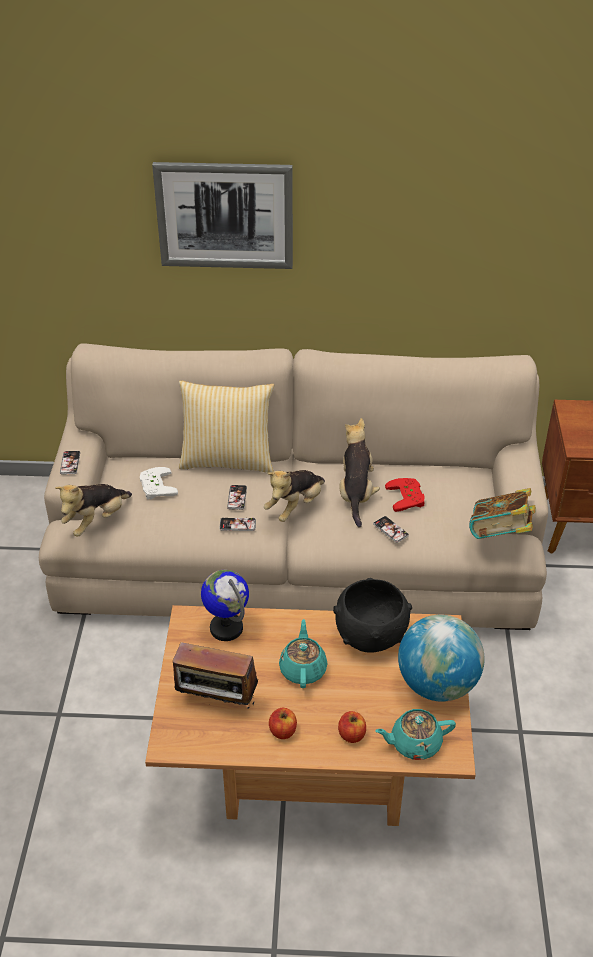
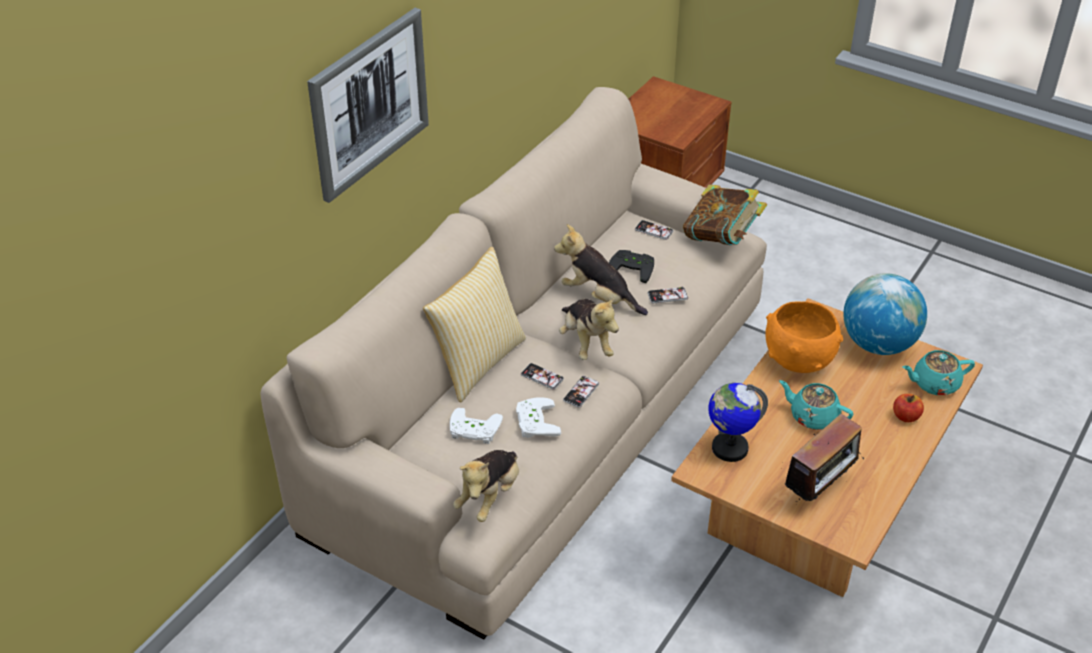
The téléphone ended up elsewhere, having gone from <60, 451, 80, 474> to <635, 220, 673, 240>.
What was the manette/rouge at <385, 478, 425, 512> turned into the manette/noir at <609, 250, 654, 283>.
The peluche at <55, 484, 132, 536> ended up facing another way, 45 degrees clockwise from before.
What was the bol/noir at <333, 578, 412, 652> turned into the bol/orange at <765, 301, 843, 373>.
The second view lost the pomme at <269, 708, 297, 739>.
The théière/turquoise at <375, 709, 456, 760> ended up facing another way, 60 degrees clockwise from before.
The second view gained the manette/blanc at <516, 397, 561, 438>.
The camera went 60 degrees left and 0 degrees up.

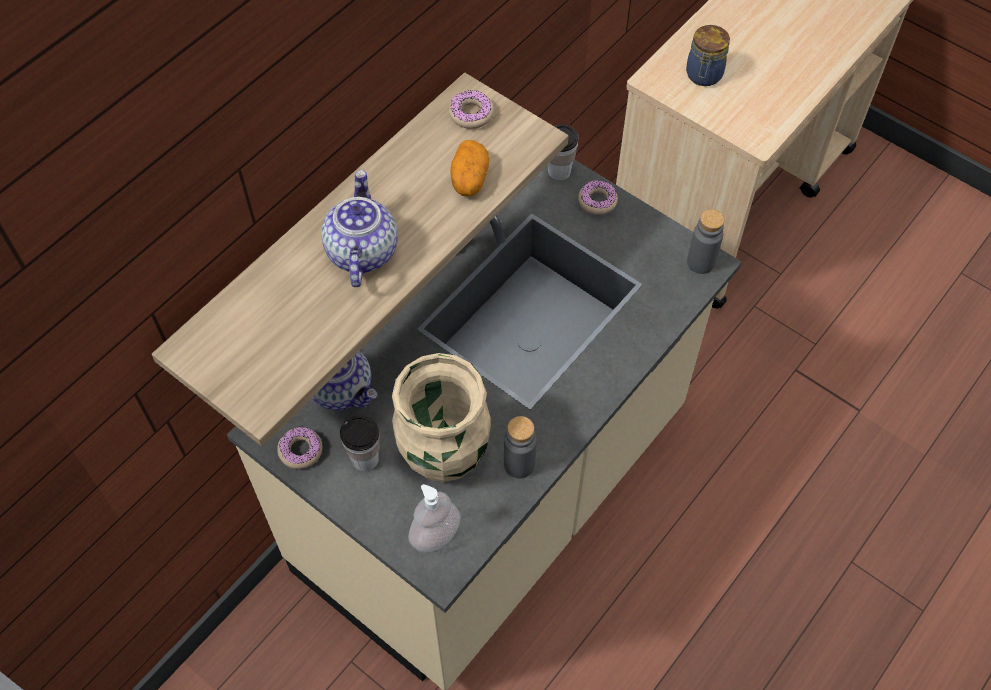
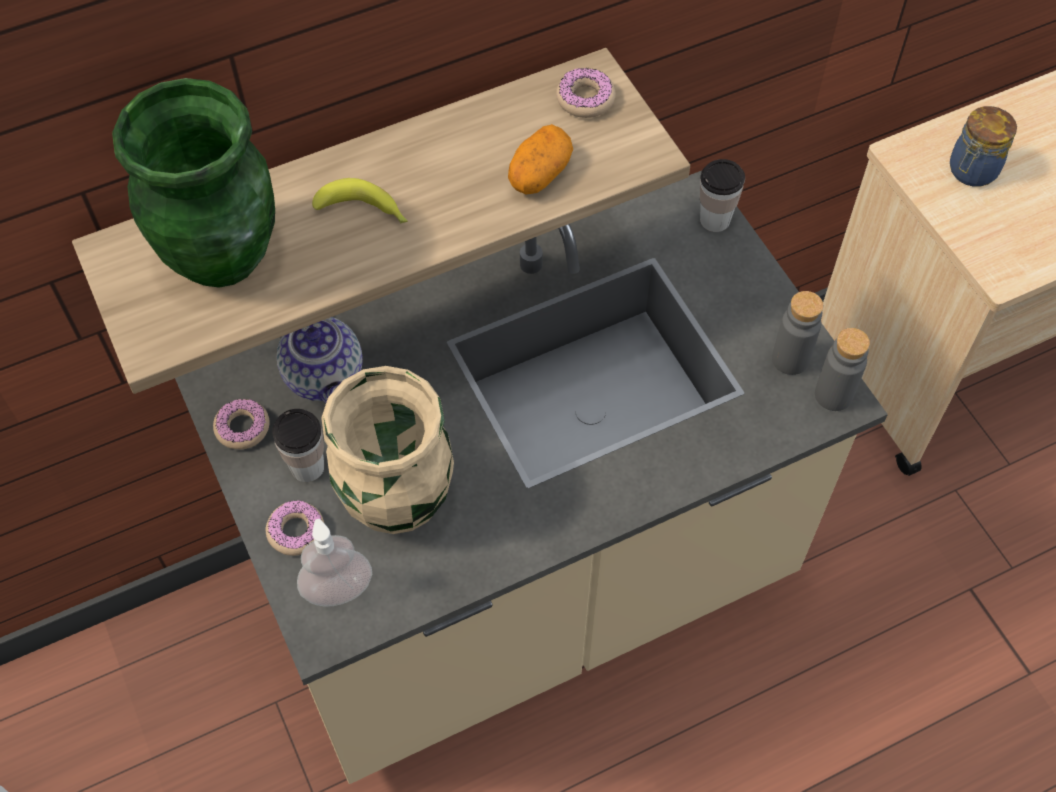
Where the théière stood at <321, 170, 398, 287>, the banane came to stand at <312, 178, 408, 223>.
The beignet ended up elsewhere, having gone from <578, 180, 618, 215> to <266, 500, 324, 556>.
The bouteille/gris ended up elsewhere, having gone from <504, 416, 537, 479> to <772, 291, 823, 375>.
The second view gained the vase/vert at <112, 78, 275, 288>.
The camera went 25 degrees right and 0 degrees up.

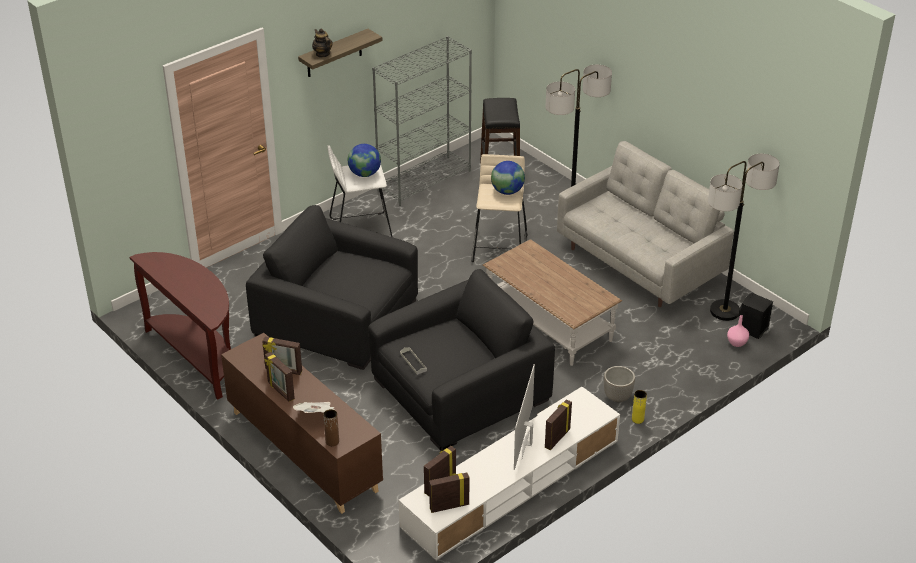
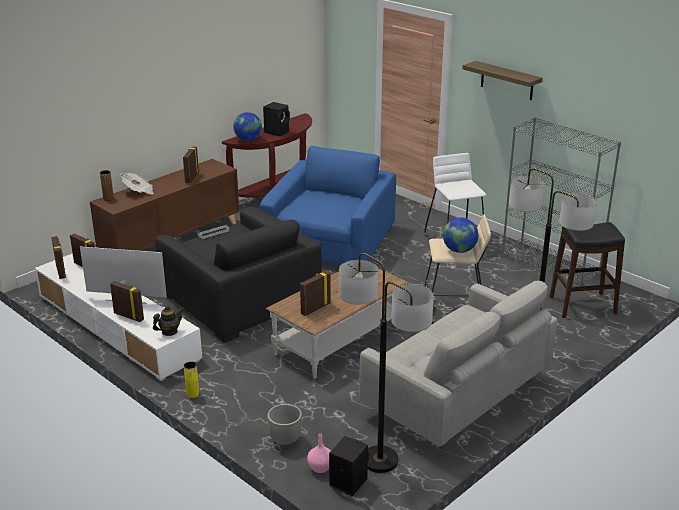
The théière ended up elsewhere, having gone from <312, 28, 332, 58> to <153, 305, 183, 336>.
The globe ended up elsewhere, having gone from <348, 144, 381, 177> to <233, 112, 262, 141>.
What was the fauteuil/noir at <246, 205, 418, 370> turned into the fauteuil/bleu at <260, 146, 396, 265>.
The cadre photo ended up elsewhere, having gone from <264, 352, 295, 402> to <300, 271, 331, 316>.
The cache-pot ended up elsewhere, having gone from <604, 366, 635, 402> to <267, 404, 302, 445>.
The second view gained the enceinte/noir at <263, 102, 290, 136>.
The camera went 85 degrees right and 10 degrees down.

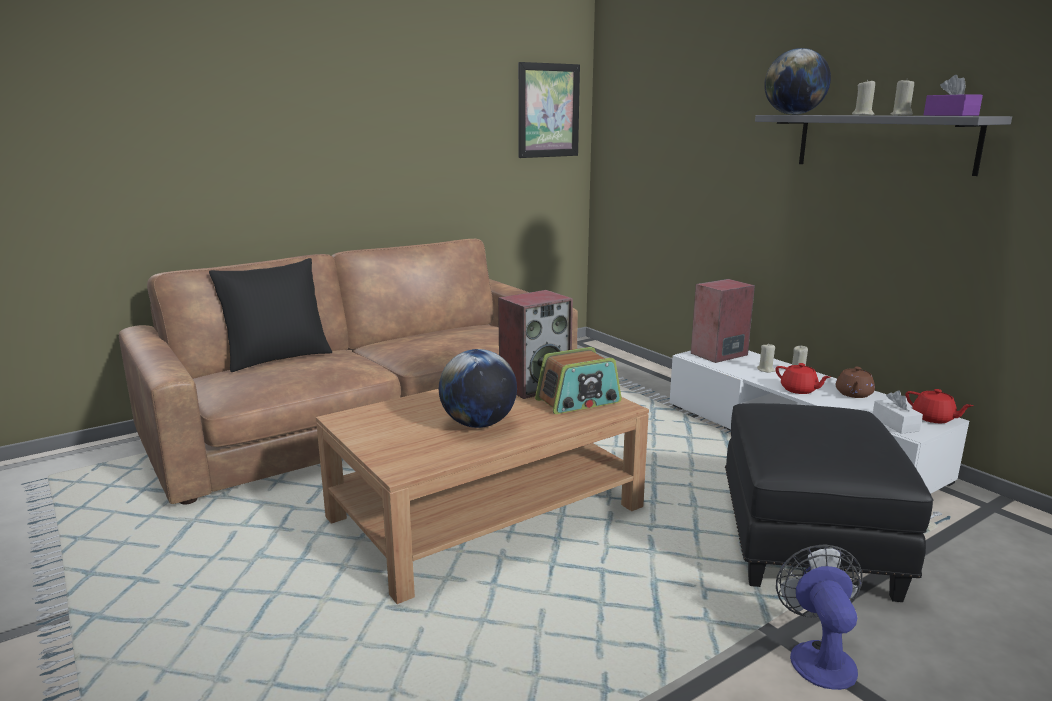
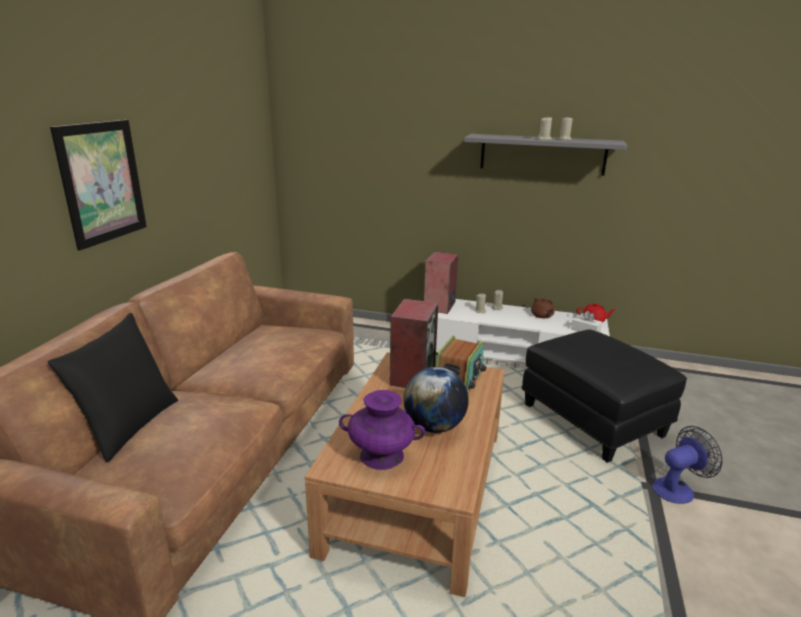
The second view lost the globe at <764, 48, 831, 115>.
The tableau ended up elsewhere, having gone from <518, 62, 580, 158> to <50, 120, 147, 251>.
The second view lost the boîte à mouchoirs/violet at <924, 75, 983, 116>.
The second view lost the théière/rouge at <776, 363, 830, 394>.
The ventilateur at <776, 545, 863, 690> ended up facing another way, 105 degrees clockwise from before.
The second view gained the vase/violet at <339, 390, 425, 470>.
The camera went 40 degrees left and 5 degrees up.

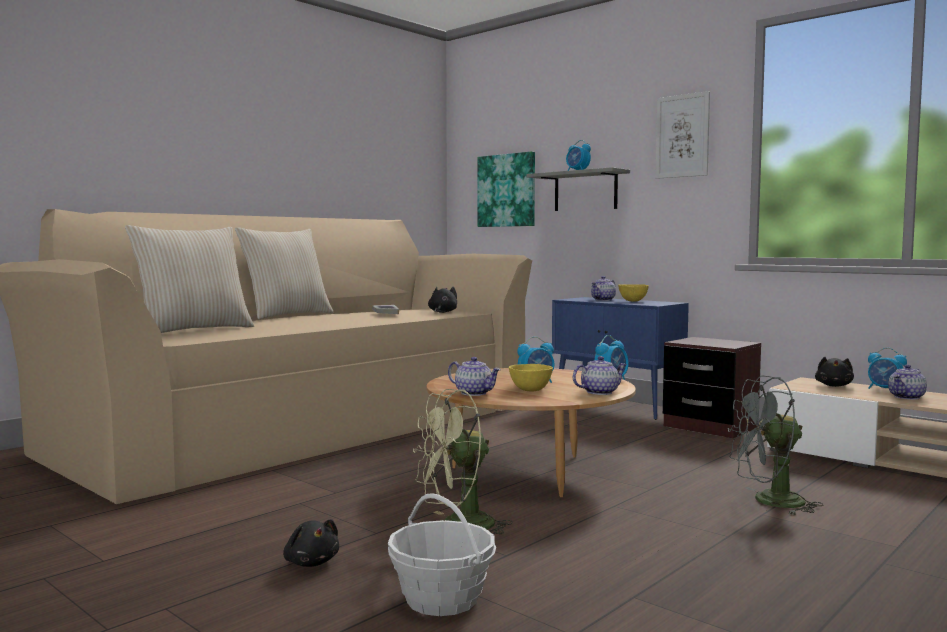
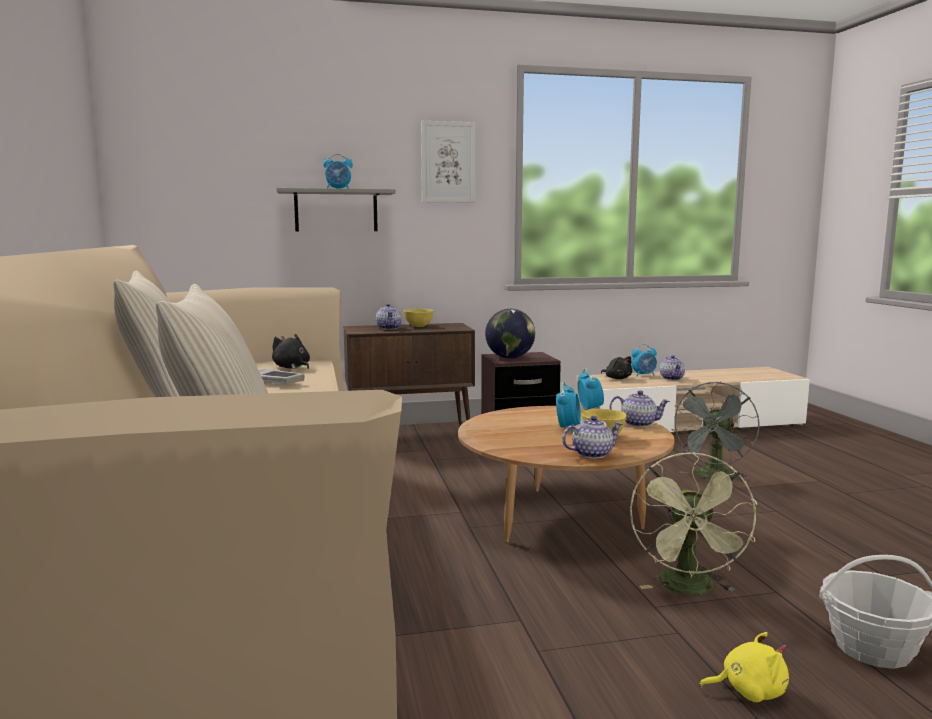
The second view lost the tableau at <477, 151, 535, 227>.
What was the meuble de rangement/bleu at <552, 297, 689, 420> turned into the meuble de rangement/marron at <344, 323, 475, 424>.
The théière at <573, 356, 627, 395> ended up facing another way, 90 degrees clockwise from before.
What was the peluche/noir at <283, 520, 339, 567> turned into the peluche/jaune at <699, 632, 789, 702>.
The second view gained the globe at <485, 309, 535, 359>.
The camera went 55 degrees left and 5 degrees up.

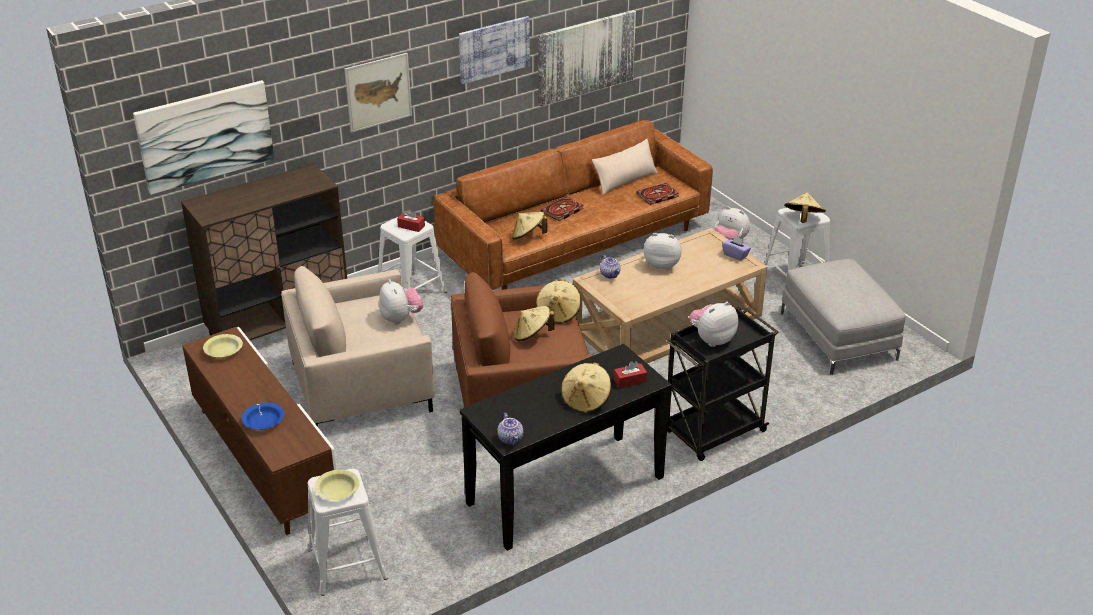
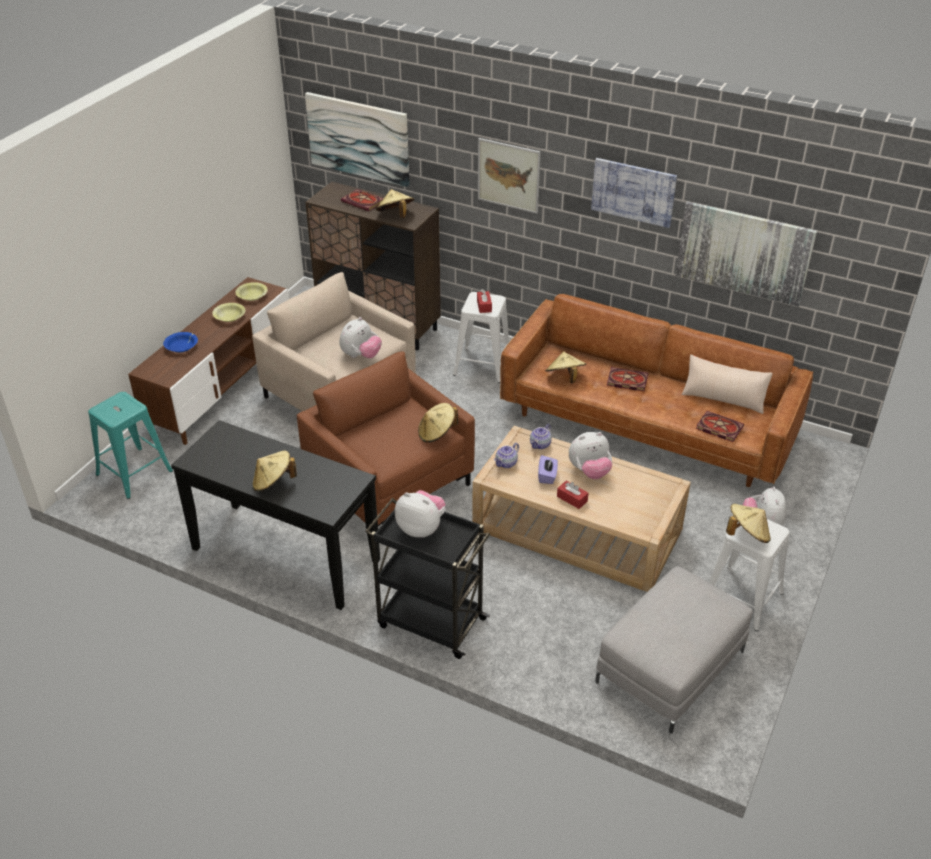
The peluche at <644, 233, 682, 270> ended up facing another way, 90 degrees clockwise from before.
The boîte à mouchoirs/violet ended up elsewhere, having gone from <722, 236, 751, 261> to <538, 455, 558, 484>.
The chapeau/beige ended up elsewhere, having gone from <513, 306, 555, 341> to <376, 189, 414, 218>.
The boîte à mouchoirs/rouge ended up elsewhere, having gone from <614, 361, 647, 388> to <557, 481, 588, 509>.
The théière ended up elsewhere, having gone from <497, 413, 523, 445> to <494, 443, 519, 468>.
What was the tabouret/blanc at <307, 468, 388, 596> turned into the tabouret/turquoise at <88, 392, 173, 499>.
The bol/jaune ended up elsewhere, having gone from <314, 470, 359, 500> to <212, 303, 246, 322>.
The second view gained the livre at <341, 189, 384, 211>.
The camera went 60 degrees right and 5 degrees up.

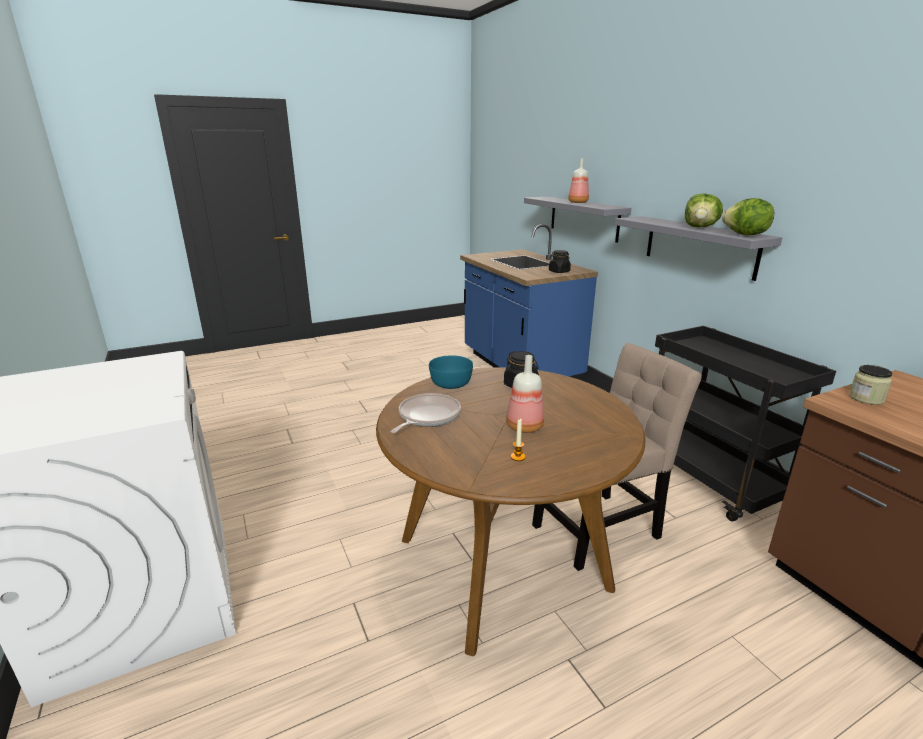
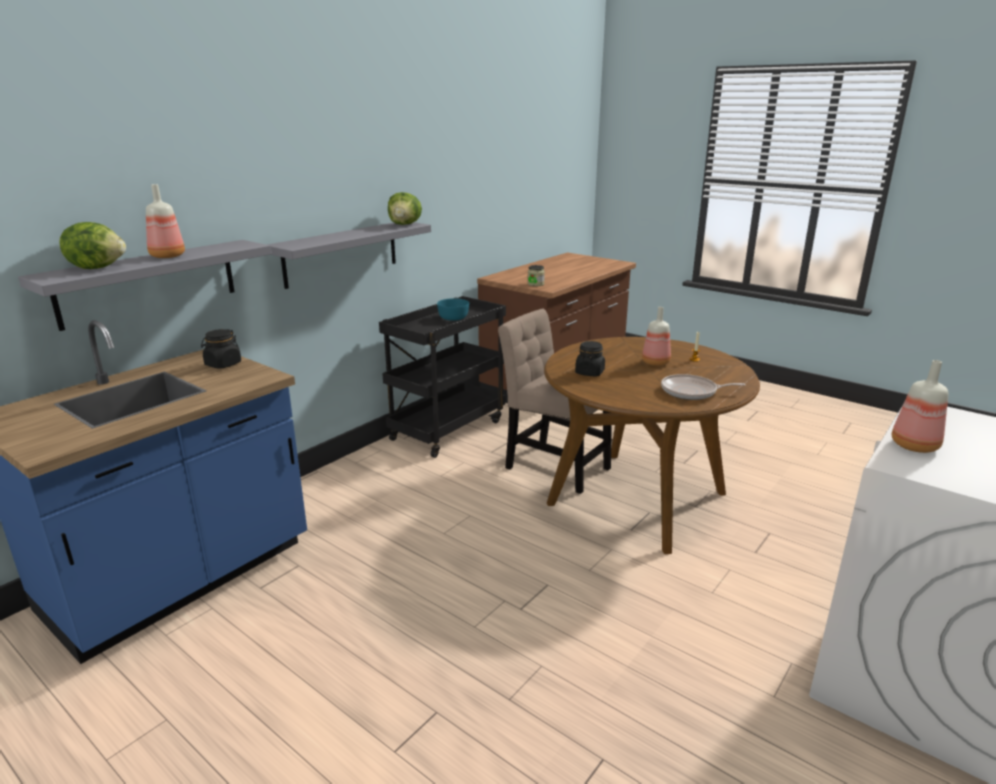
The laitue ended up elsewhere, having gone from <685, 193, 723, 228> to <59, 222, 126, 269>.
The bol/turquoise ended up elsewhere, having gone from <429, 355, 473, 389> to <437, 298, 469, 321>.
The second view gained the bouteille at <892, 360, 948, 453>.
The camera went 115 degrees left and 0 degrees up.

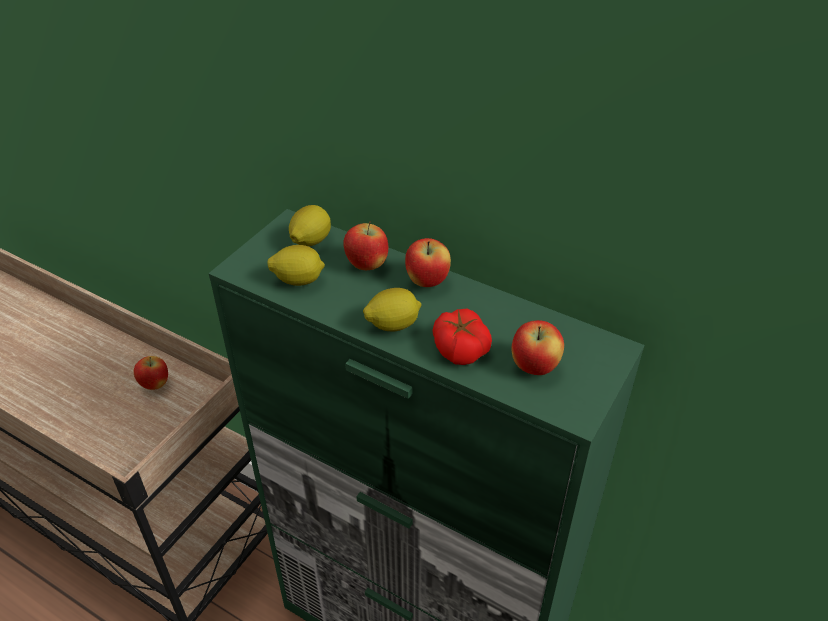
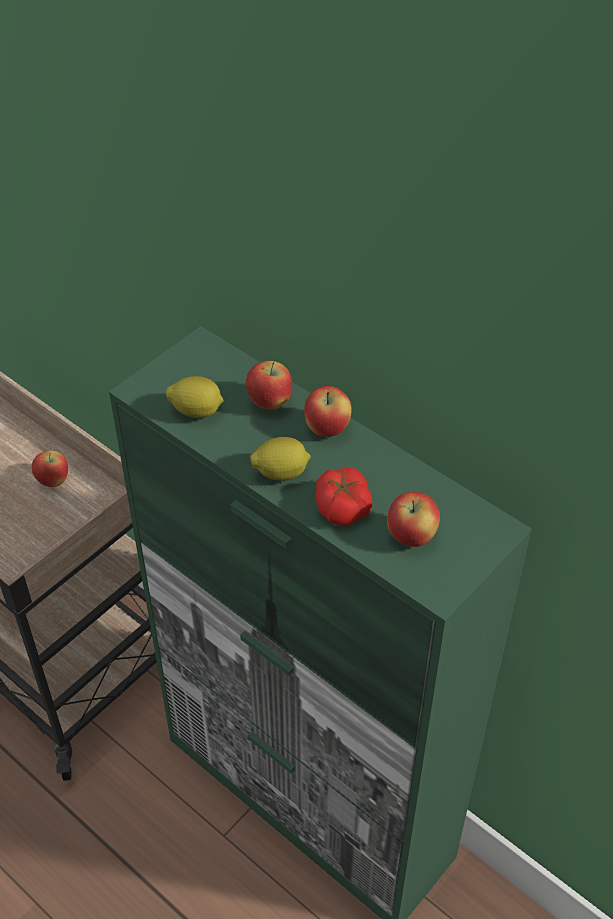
The second view lost the citron at <289, 205, 331, 246>.
The camera went 10 degrees right and 5 degrees up.

